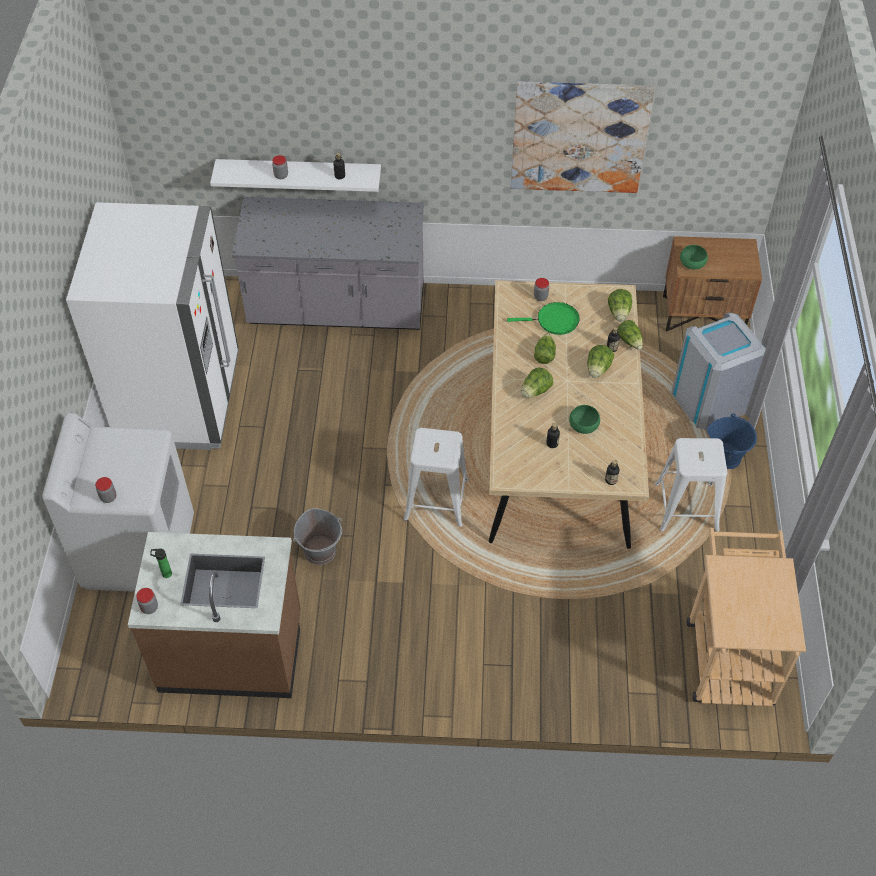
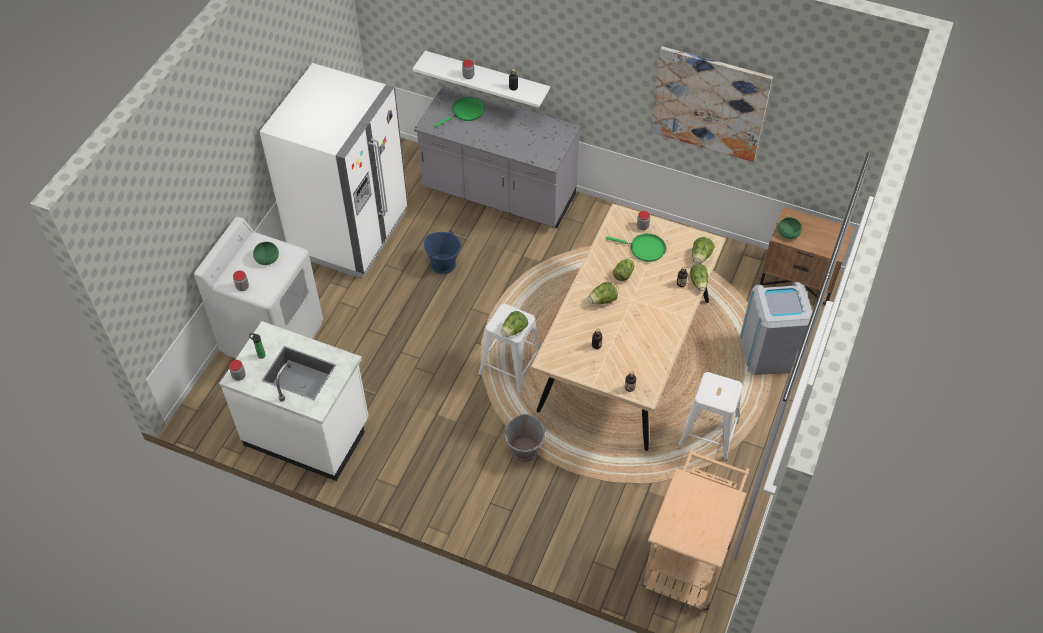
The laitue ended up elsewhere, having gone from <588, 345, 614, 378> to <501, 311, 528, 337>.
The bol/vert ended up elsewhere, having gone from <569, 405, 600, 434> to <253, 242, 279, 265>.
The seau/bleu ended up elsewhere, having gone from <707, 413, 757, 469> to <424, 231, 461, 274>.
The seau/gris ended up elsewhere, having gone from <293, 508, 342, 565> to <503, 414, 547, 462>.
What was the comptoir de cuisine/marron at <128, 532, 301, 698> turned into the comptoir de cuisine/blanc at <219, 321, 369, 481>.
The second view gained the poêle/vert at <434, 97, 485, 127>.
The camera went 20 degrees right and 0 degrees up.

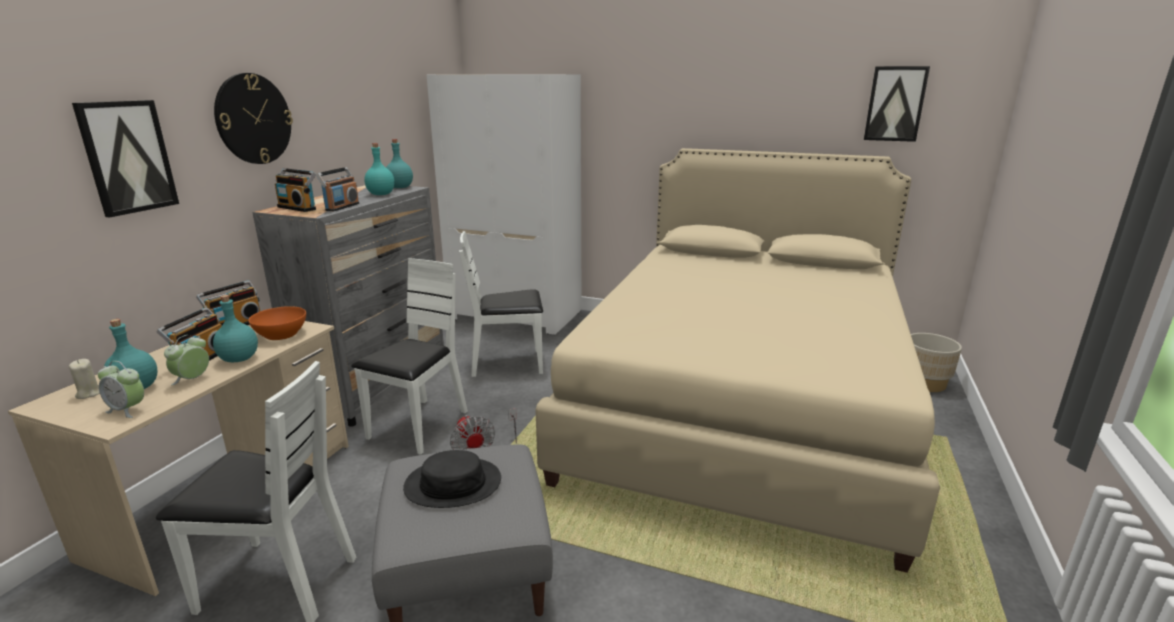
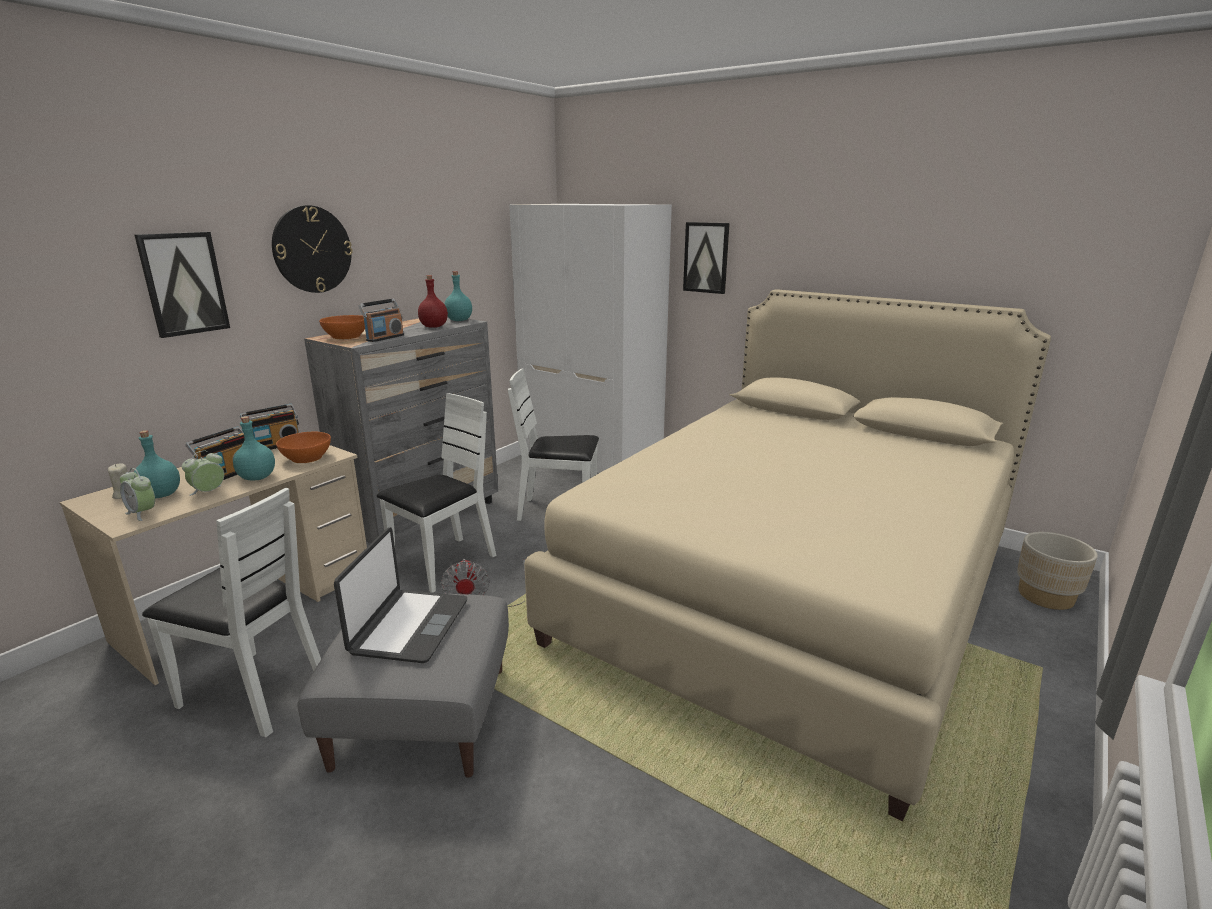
The tableau ended up elsewhere, having gone from <864, 66, 930, 142> to <683, 222, 730, 294>.
What was the bouteille/turquoise at <364, 143, 395, 195> turned into the bouteille/rouge at <418, 275, 448, 328>.
Where the radio stood at <275, 168, 316, 212>, the bol/orange came to stand at <319, 315, 365, 339>.
Where the chapeau/noir stood at <403, 450, 501, 508>, the ordinateur portable came to stand at <334, 527, 467, 663>.
The camera went 15 degrees right and 0 degrees up.

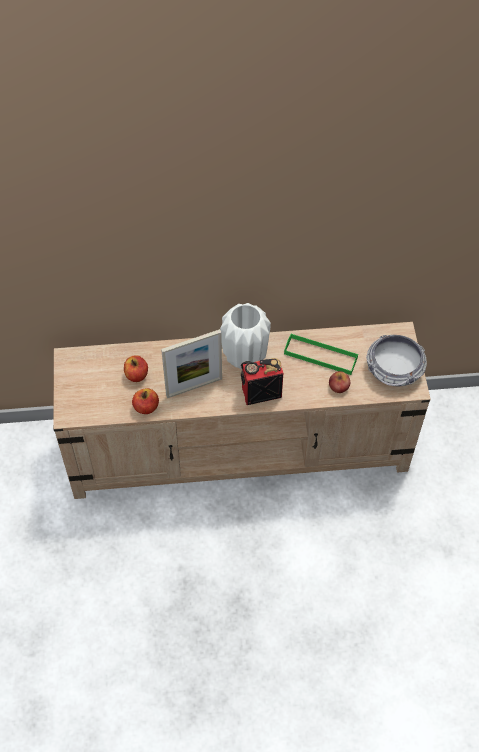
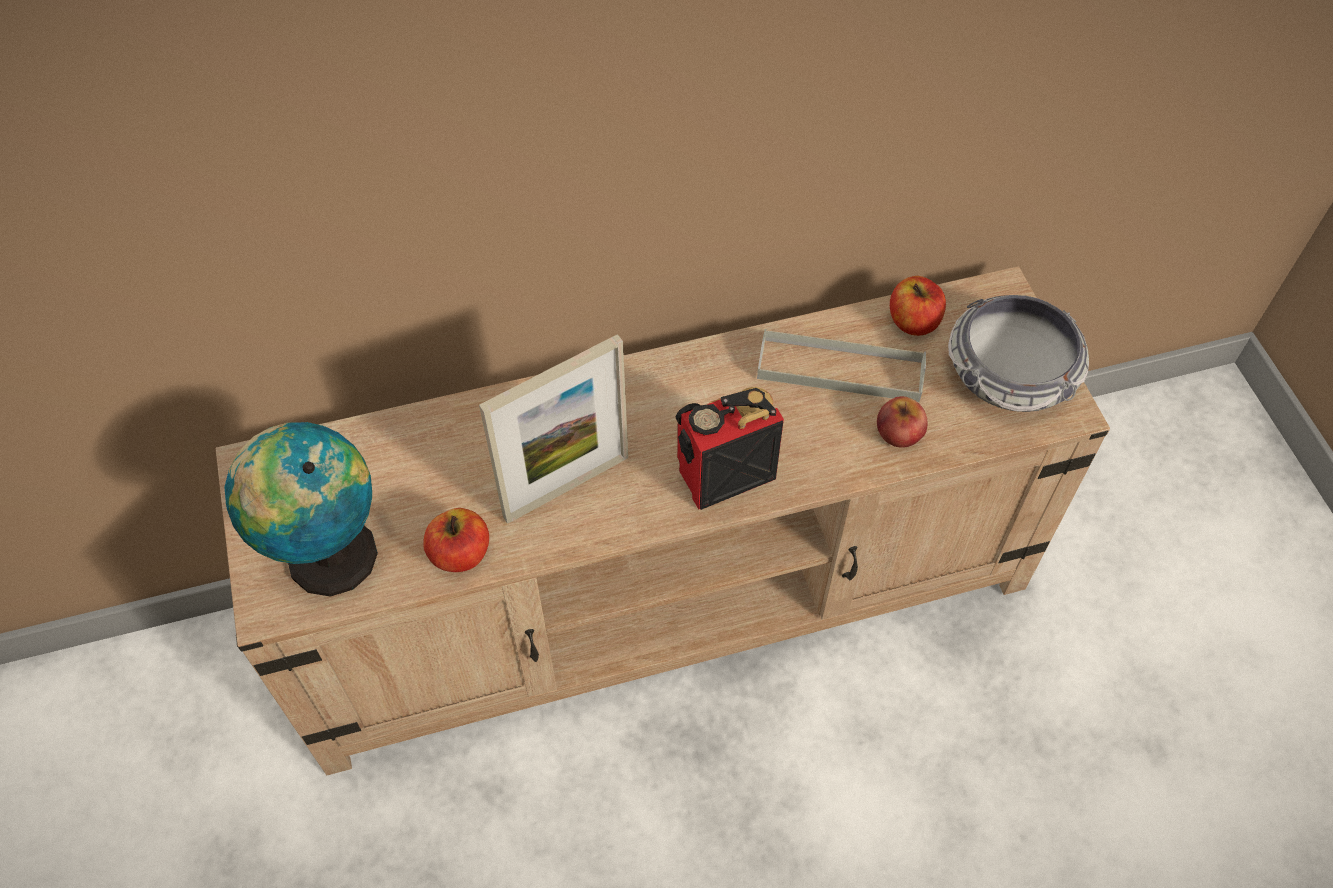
The second view lost the vase/blanc at <220, 303, 271, 369>.
What was the plateau/vert at <284, 333, 358, 375> turned into the plateau/gris at <757, 329, 926, 402>.
The pomme ended up elsewhere, having gone from <124, 355, 148, 382> to <890, 276, 946, 336>.
The second view gained the globe at <224, 422, 378, 597>.
The camera went 10 degrees left and 0 degrees up.

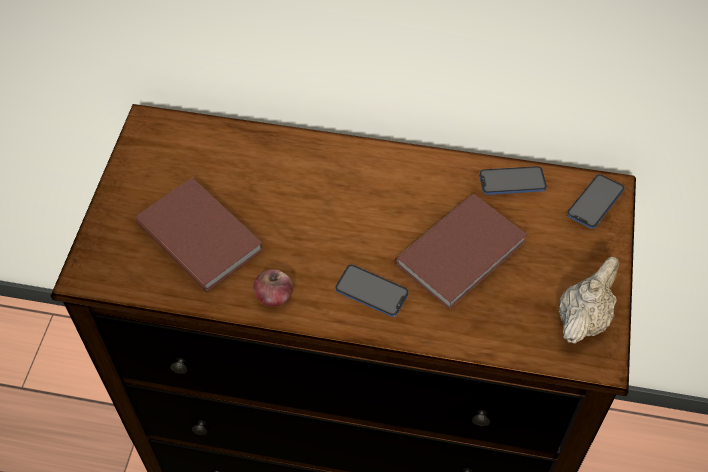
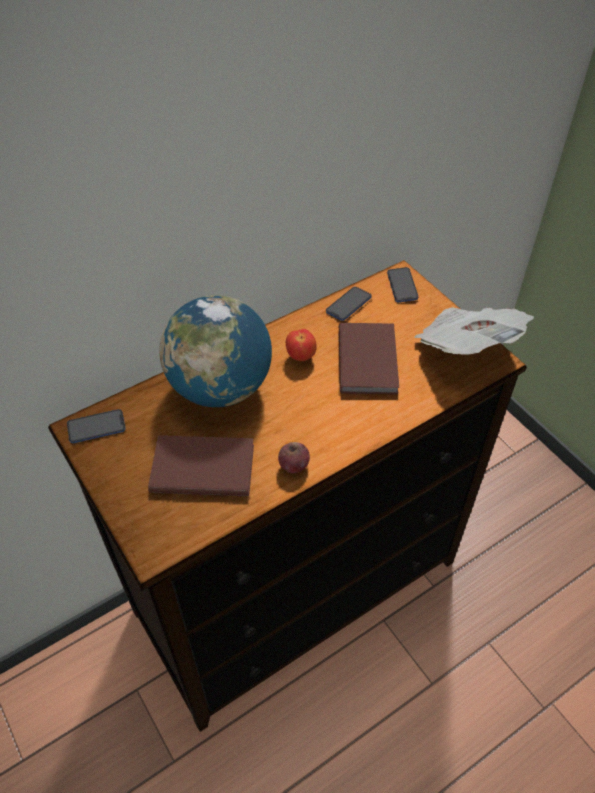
Where the théière/beige stood at <559, 257, 619, 344>, the journal came to stand at <414, 307, 534, 355>.
The téléphone ended up elsewhere, having gone from <335, 264, 409, 317> to <67, 409, 126, 443>.
The second view gained the globe at <159, 295, 272, 407>.
The second view gained the pomme at <286, 329, 316, 361>.
The camera went 45 degrees left and 5 degrees down.

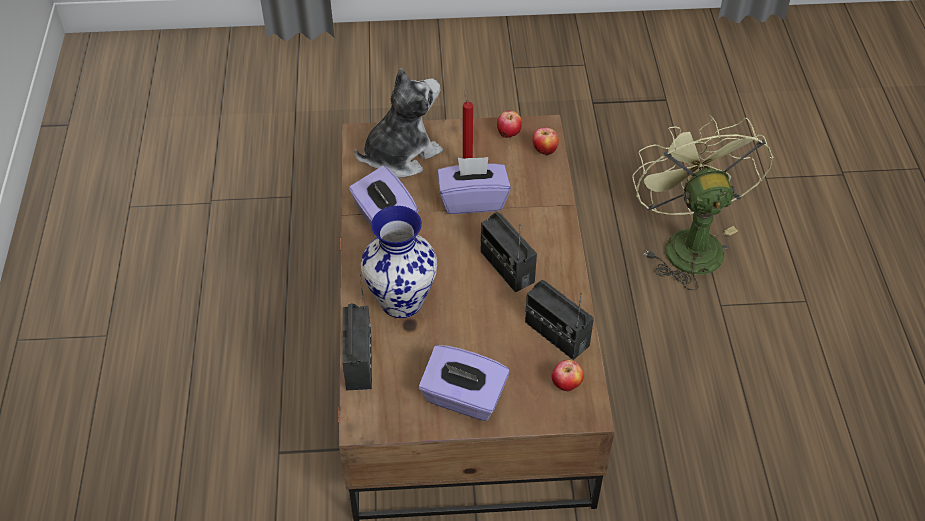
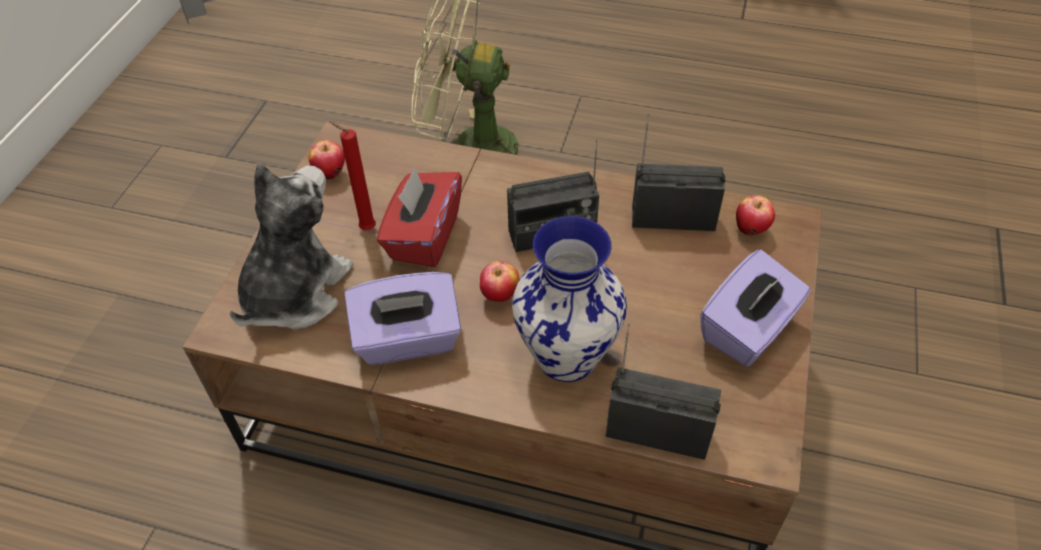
The peluche at <355, 68, 443, 178> ended up facing another way, 45 degrees clockwise from before.
The pomme ended up elsewhere, having gone from <532, 127, 559, 155> to <480, 261, 519, 302>.
What was the boîte à mouchoirs/violet at <437, 157, 511, 214> turned into the boîte à mouchoirs/rouge at <377, 167, 462, 267>.
The radio at <525, 280, 594, 360> ended up facing another way, 150 degrees counterclockwise from before.
The camera went 70 degrees left and 0 degrees up.

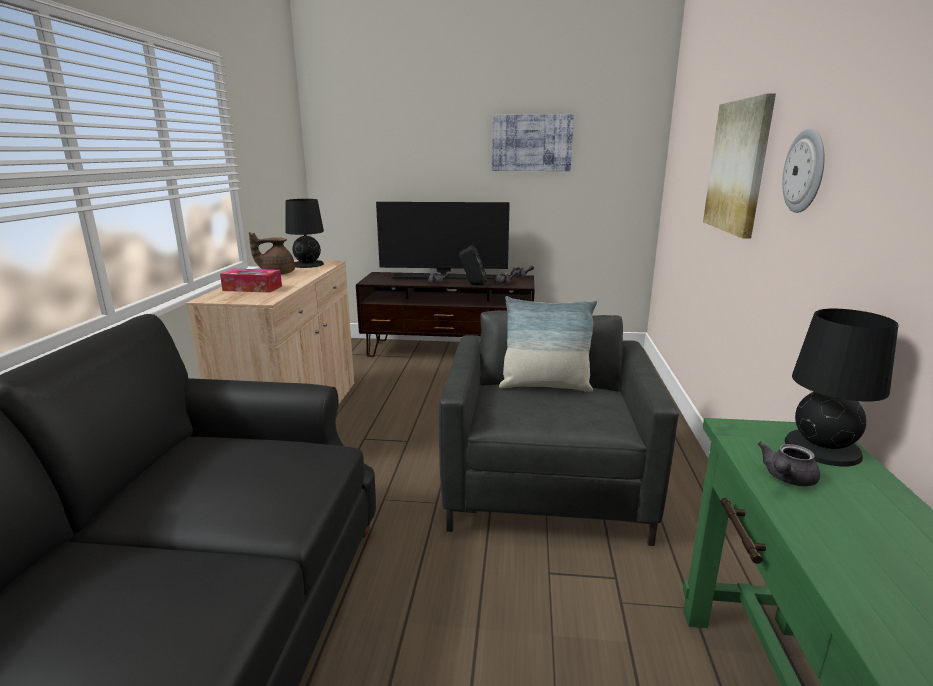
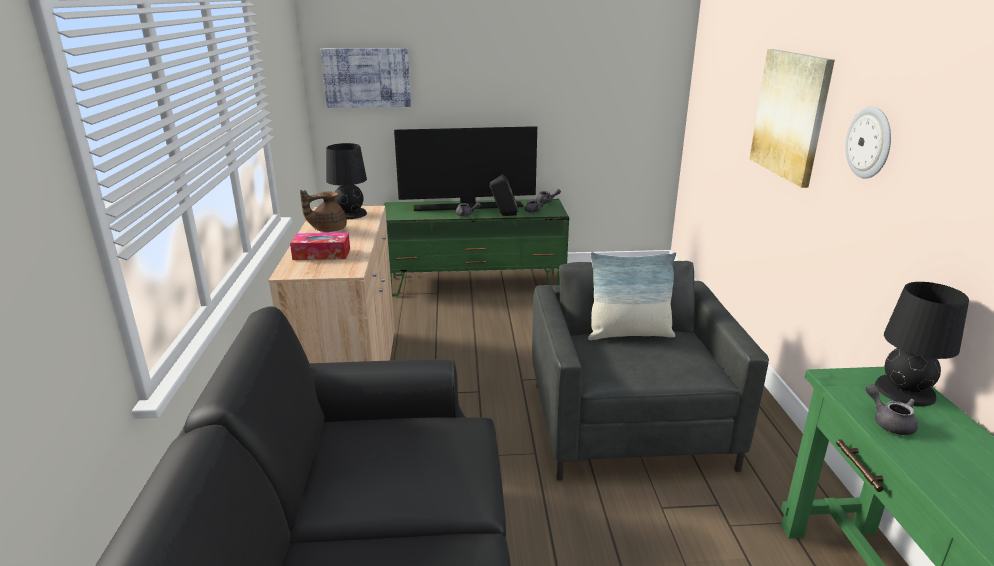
The tableau ended up elsewhere, having gone from <492, 114, 574, 171> to <321, 48, 411, 108>.
What was the meuble télé/marron at <356, 272, 535, 357> turned into the meuble télé/vert at <384, 199, 569, 296>.
The théière/gris at <758, 442, 820, 486> ended up facing another way, 120 degrees clockwise from before.
The camera went 10 degrees left and 5 degrees up.

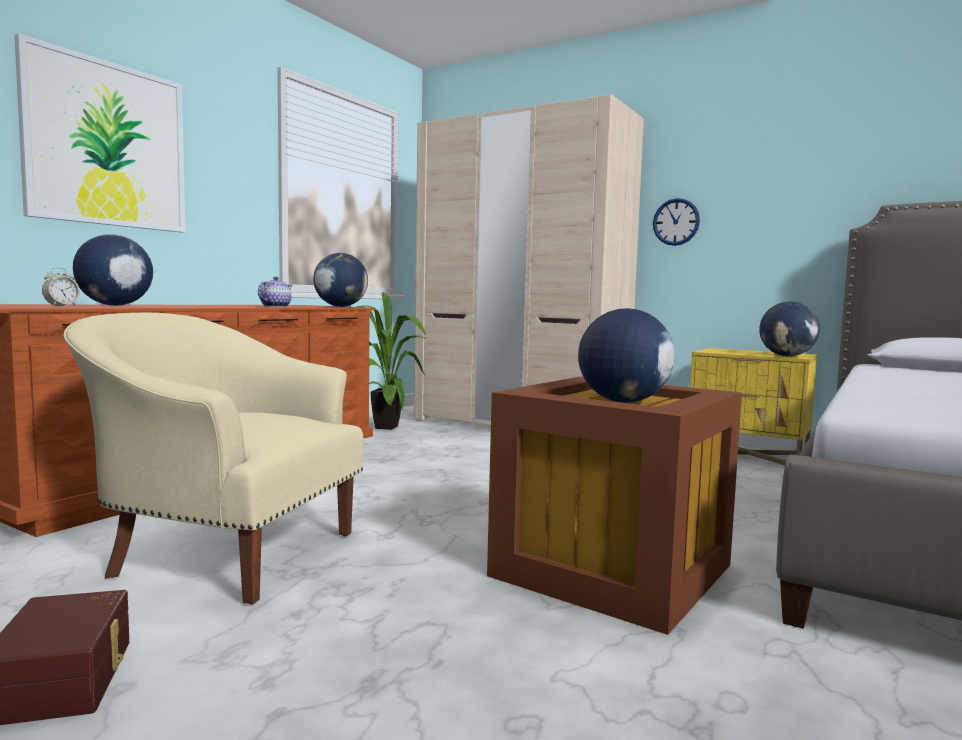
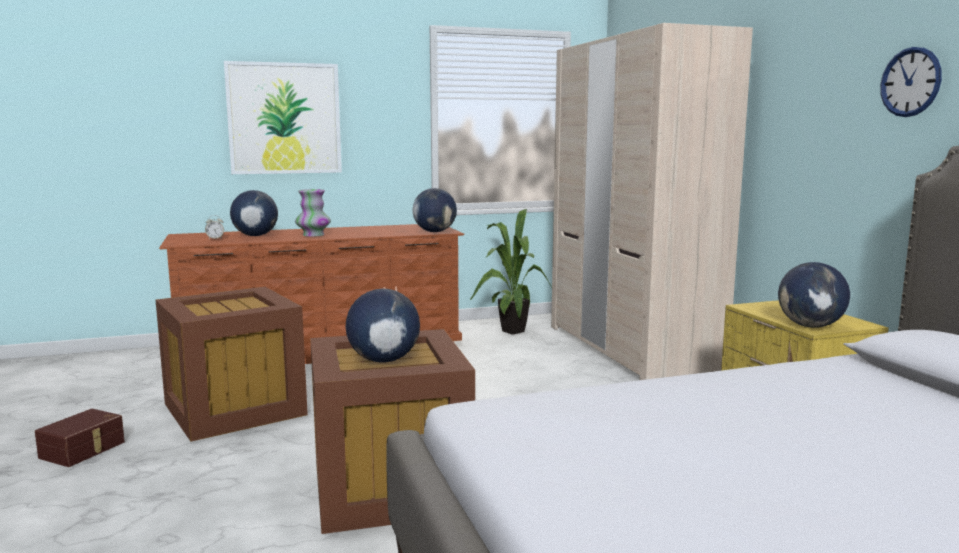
The horloge murale ended up elsewhere, having gone from <653, 198, 700, 246> to <880, 47, 942, 117>.
The second view lost the théière at <258, 277, 292, 307>.
Where the fauteuil/beige stood at <63, 313, 363, 604>, the boîte de rangement/marron came to stand at <156, 287, 308, 442>.
The second view gained the vase at <295, 189, 331, 237>.
The camera went 40 degrees right and 5 degrees up.

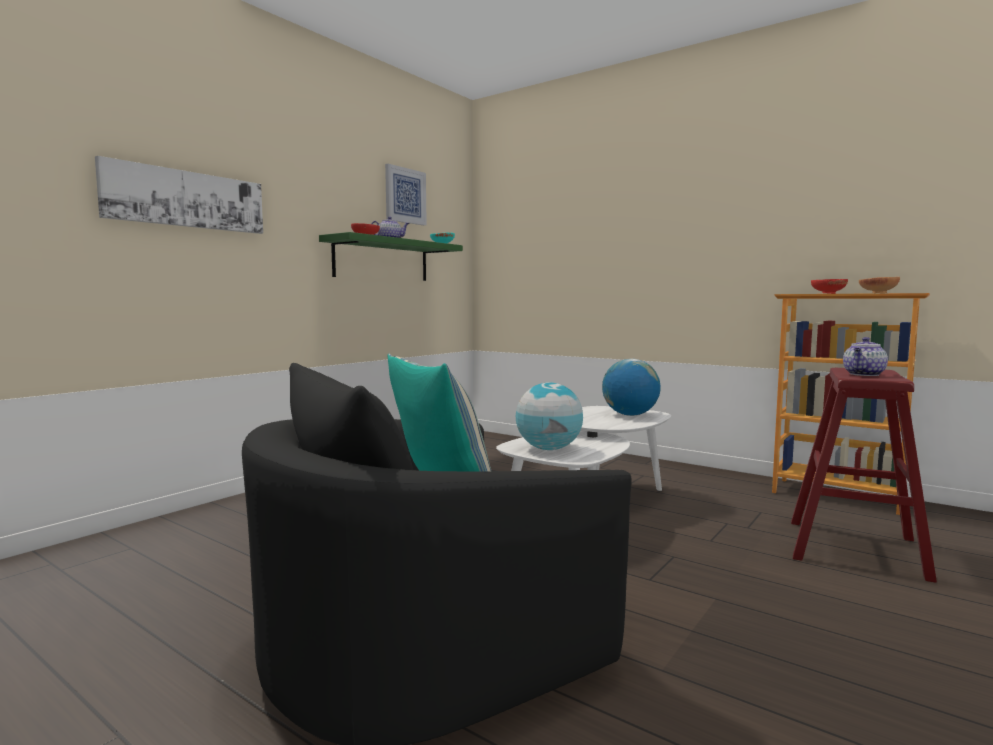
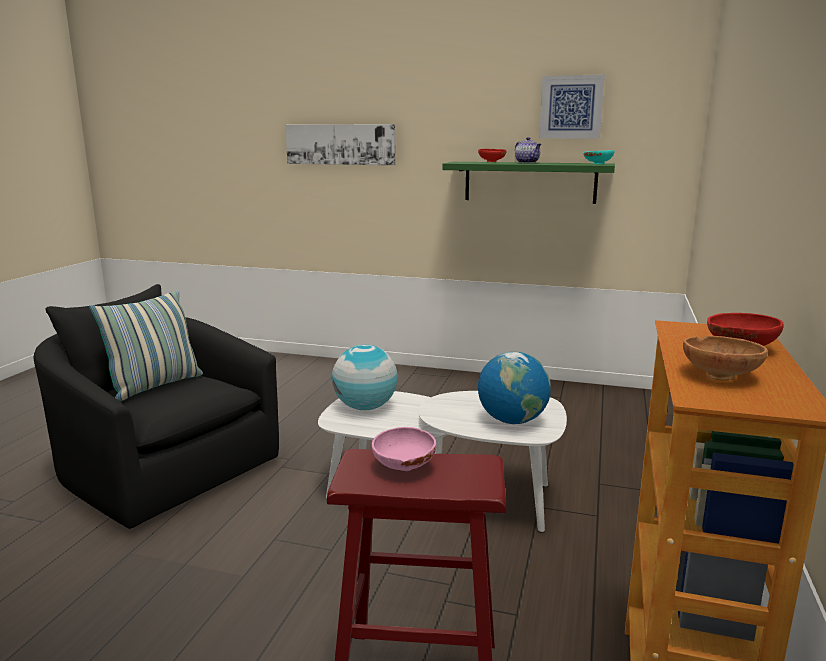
Where the théière stood at <843, 337, 888, 376>, the bol/rose came to stand at <372, 427, 437, 471>.
The camera went 70 degrees right and 10 degrees up.

